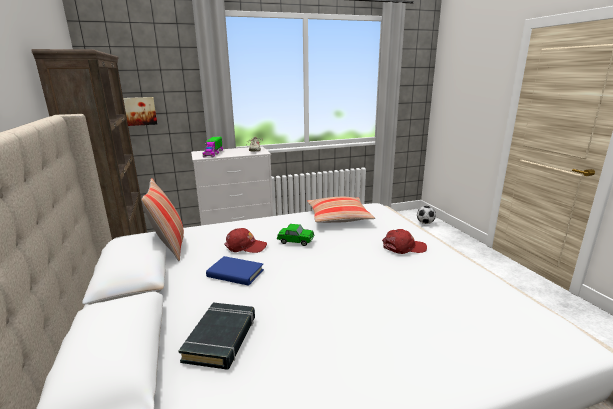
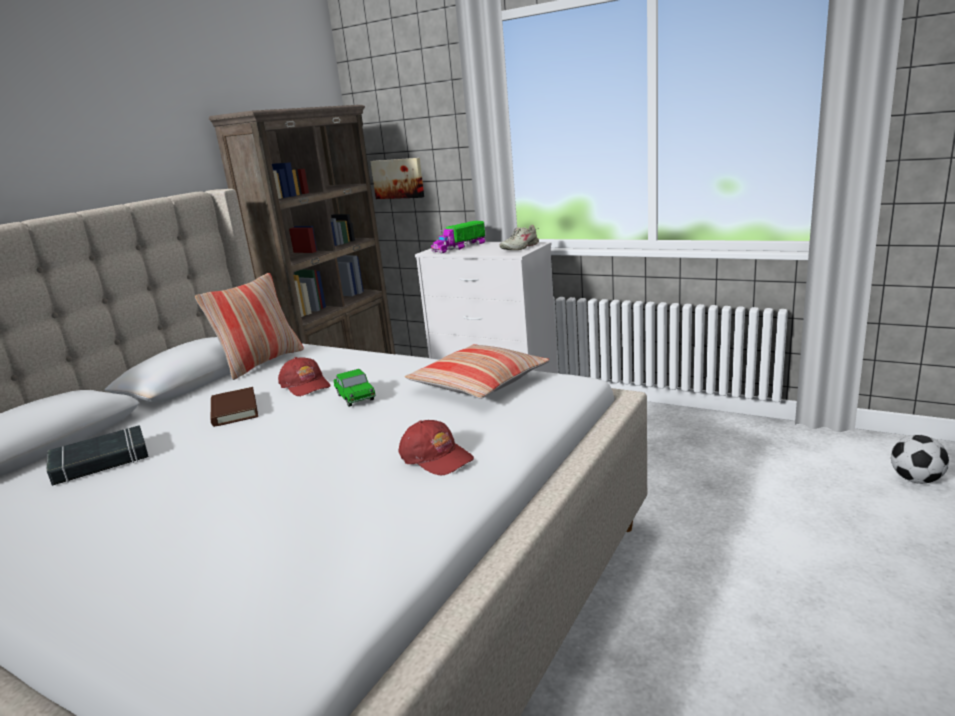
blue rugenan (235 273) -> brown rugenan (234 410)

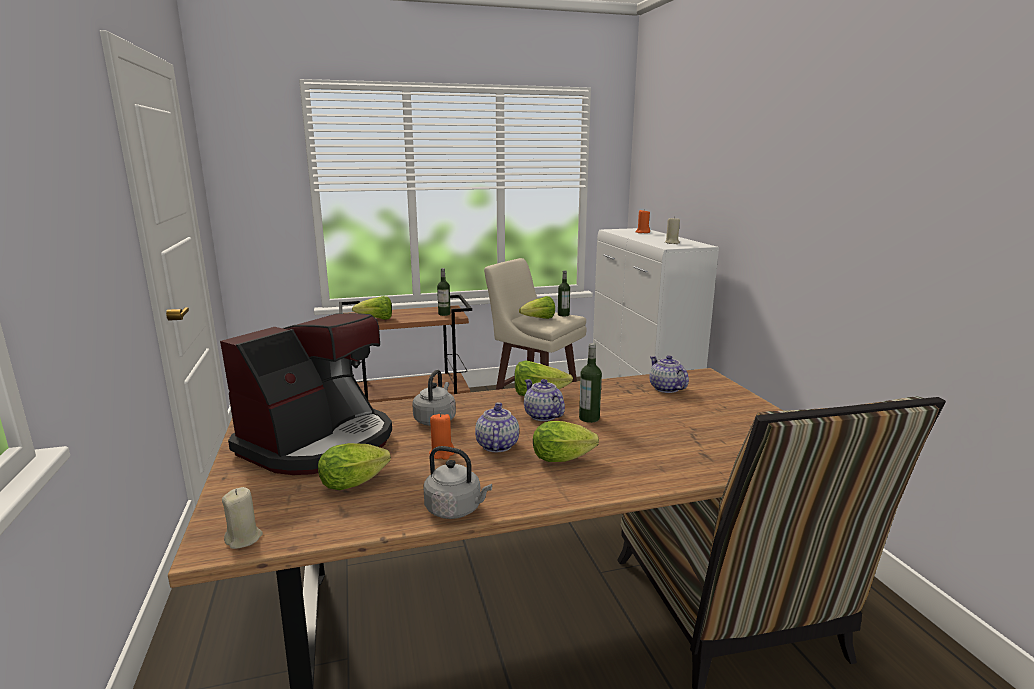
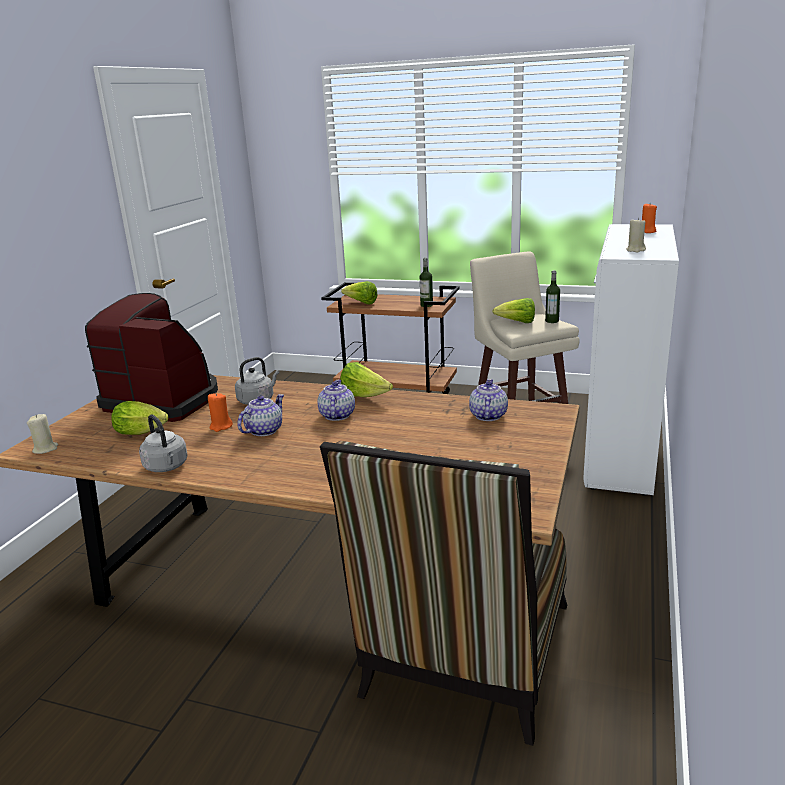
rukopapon (319 443) -> rukopapon (164 400), 135 degrees counterclockwise
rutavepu (565 459) -> none
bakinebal (589 418) -> none

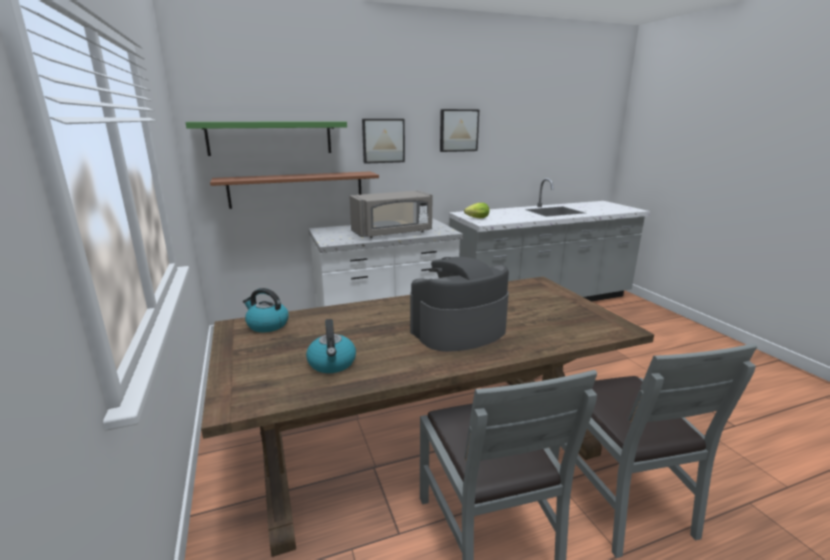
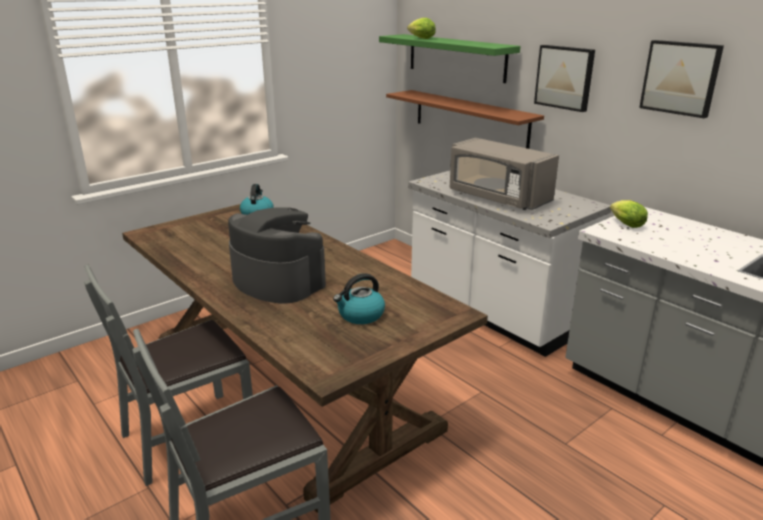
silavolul (332 363) -> silavolul (360 315), shifted
none -> rutavepu (420 38)

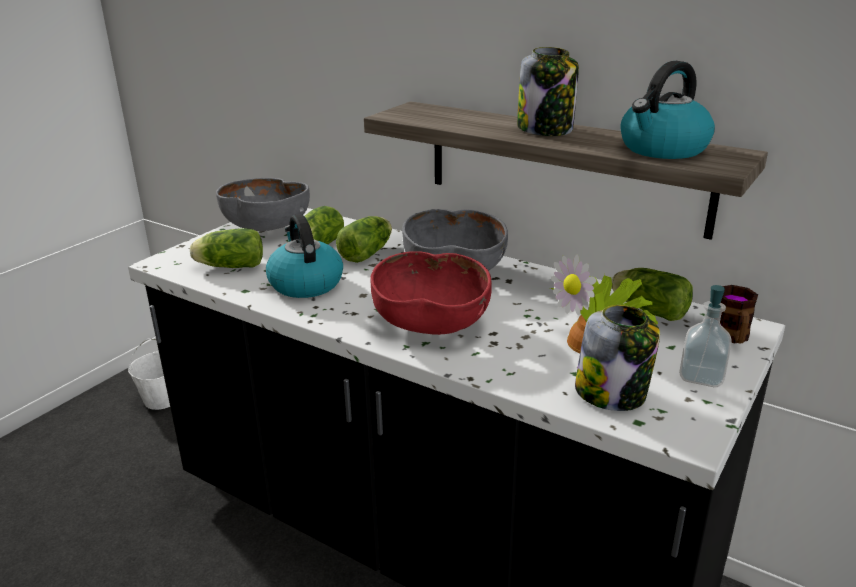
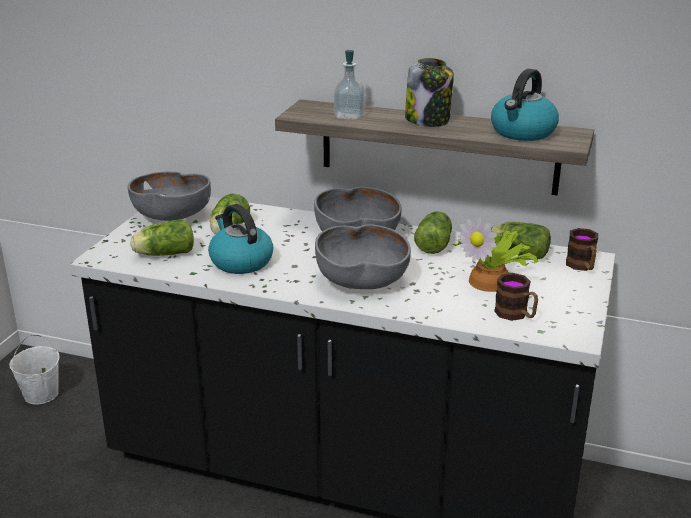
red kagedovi (431 323) -> grey kagedovi (362 281)
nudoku (701 376) -> nudoku (349 116), shifted
rutavepu (368 253) -> rutavepu (434 244), shifted
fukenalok (612 393) -> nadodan (516 315)

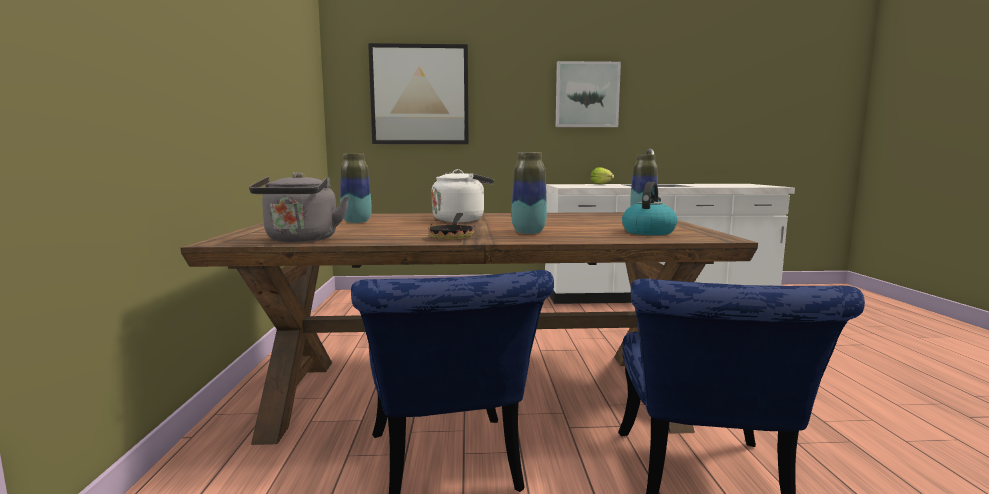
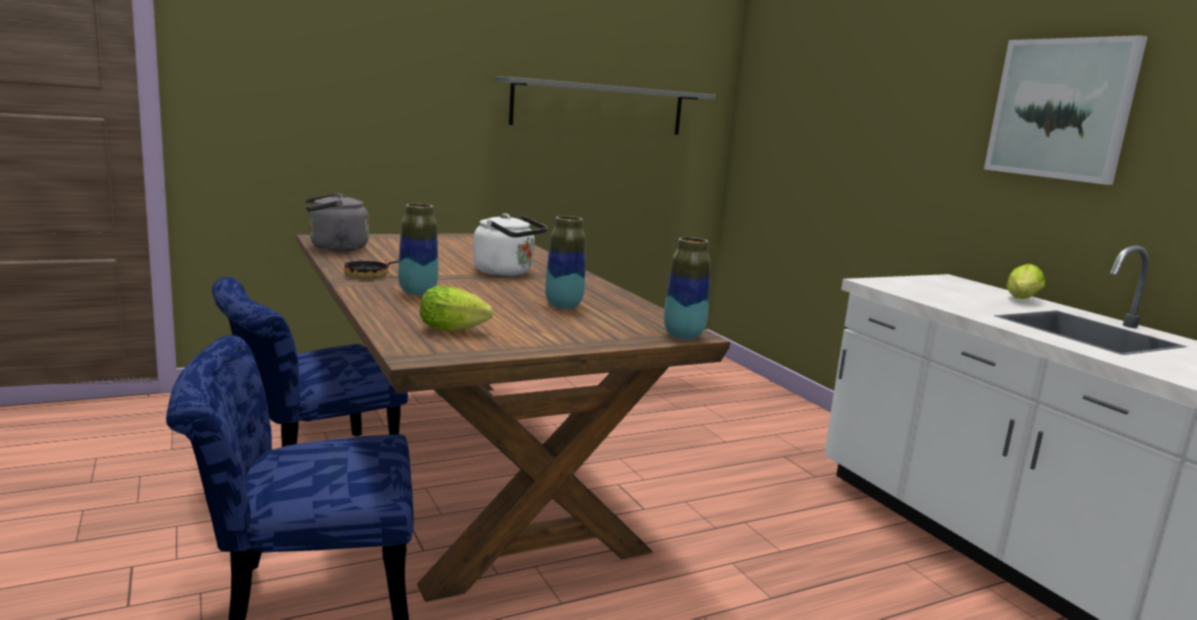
silavolul (648 232) -> rutavepu (456 330)
none -> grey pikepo (599 107)
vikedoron (356 222) -> vikedoron (563 306), shifted
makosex (419 95) -> none

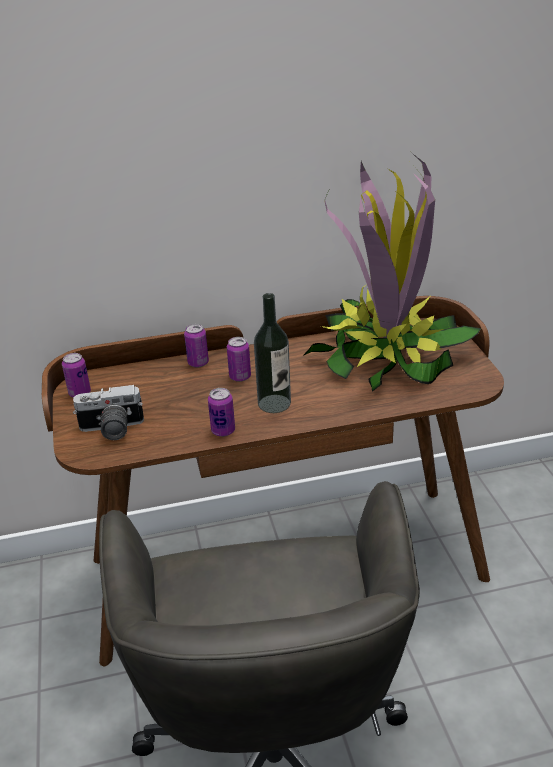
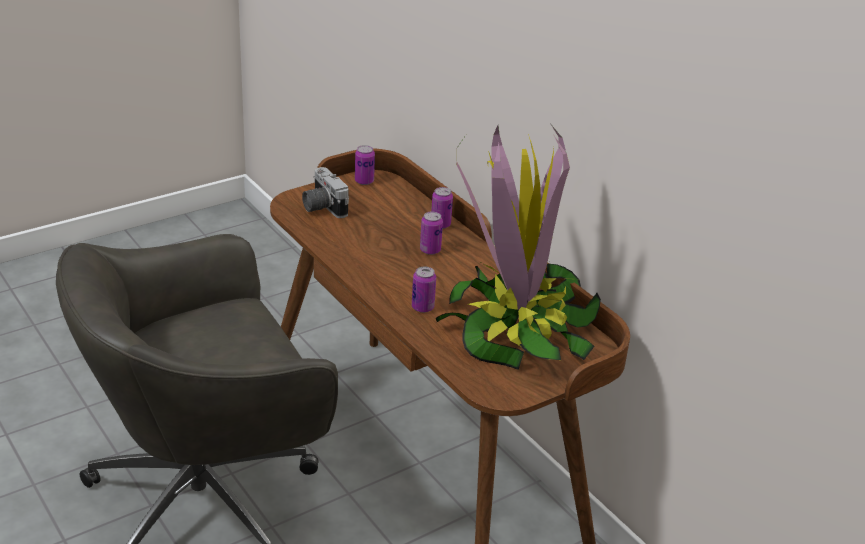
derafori (223 431) -> derafori (422 307), shifted
bakinebal (274 404) -> none

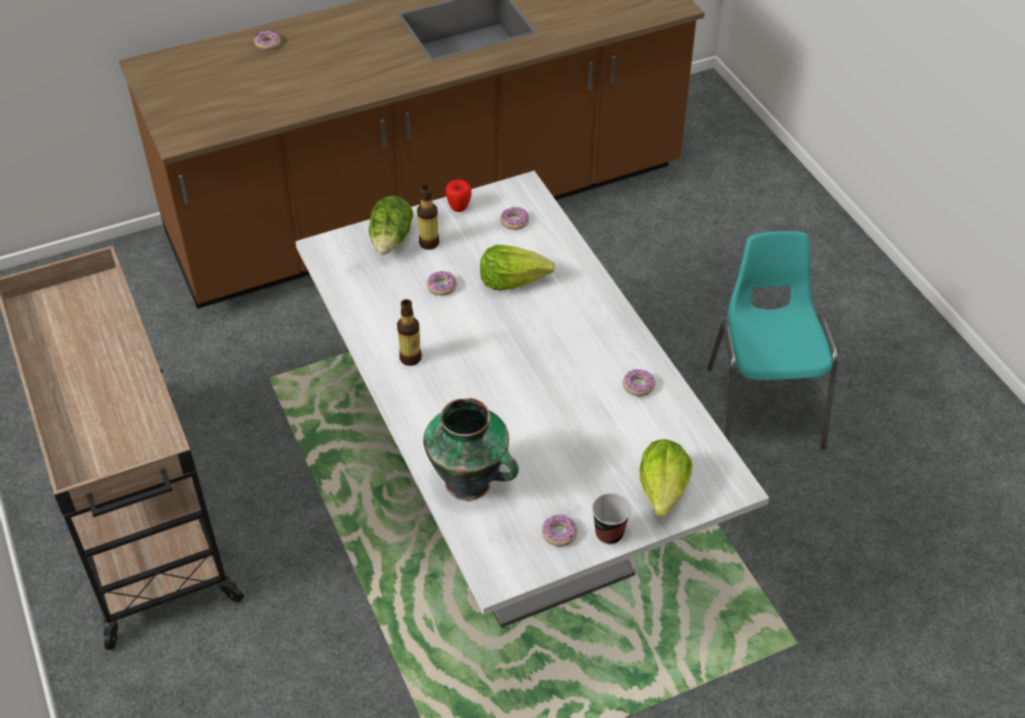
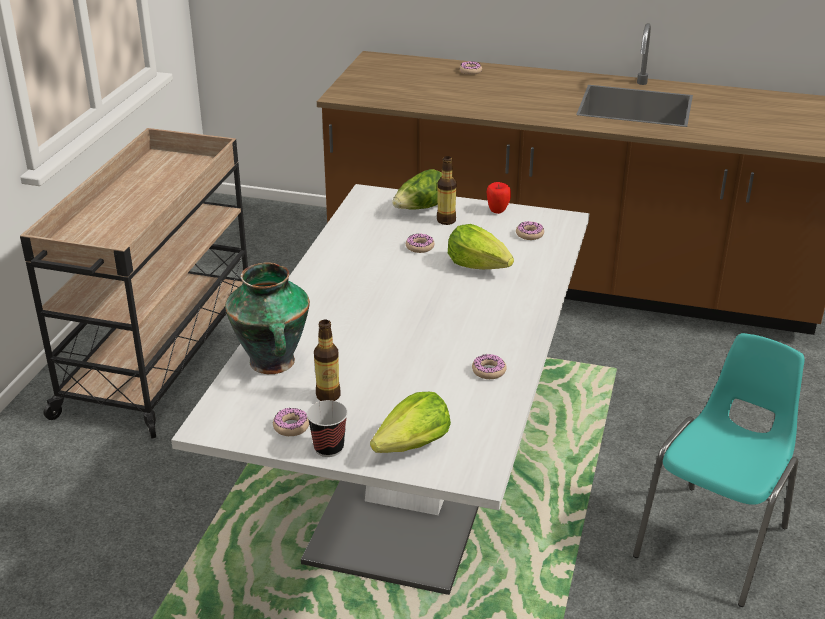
bakinebal (410 358) -> bakinebal (328 395), shifted

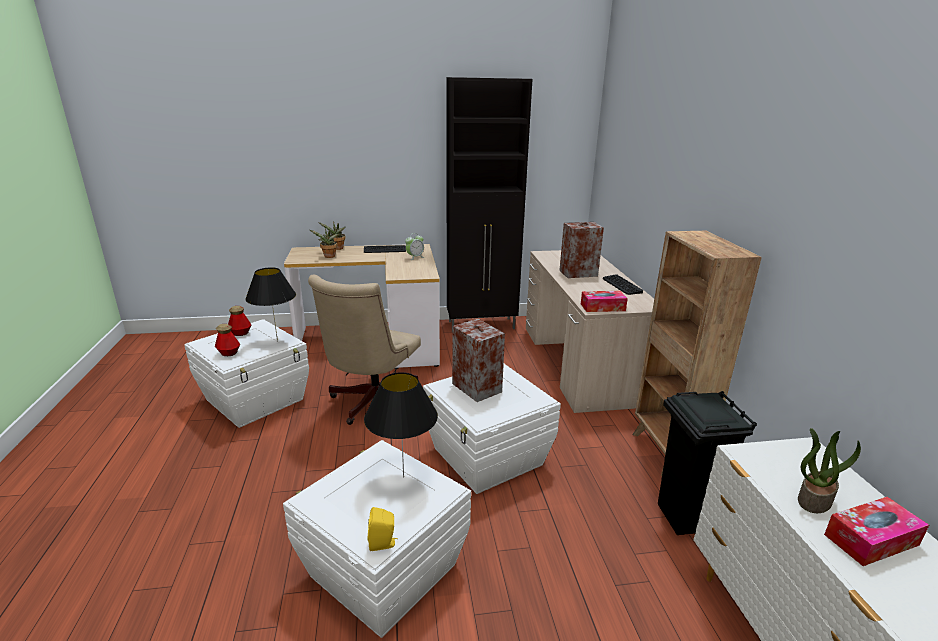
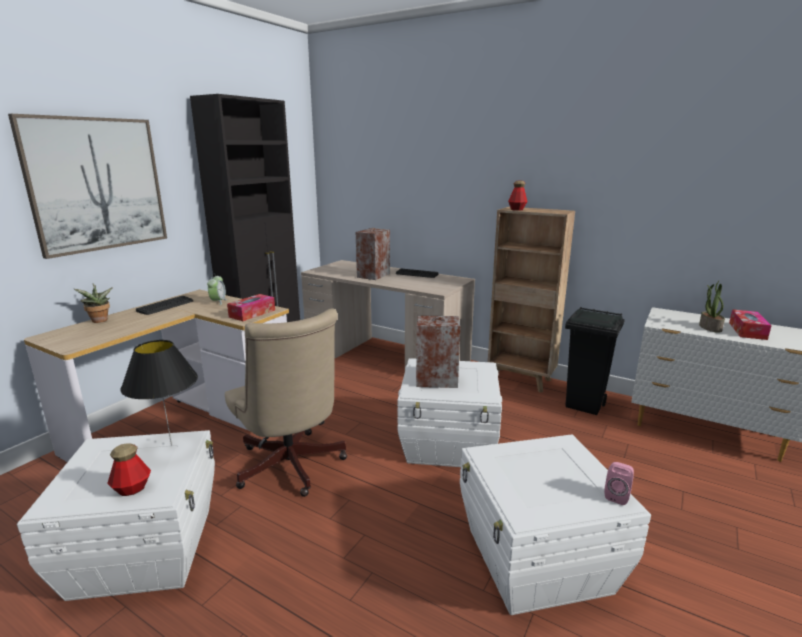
none -> makosex (97 184)
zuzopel (602 307) -> zuzopel (252 313), shifted
bakinebal (240 333) -> bakinebal (517 209), shifted
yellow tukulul (383 544) -> pink tukulul (617 495)
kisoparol (328 257) -> none
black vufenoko (403 477) -> none

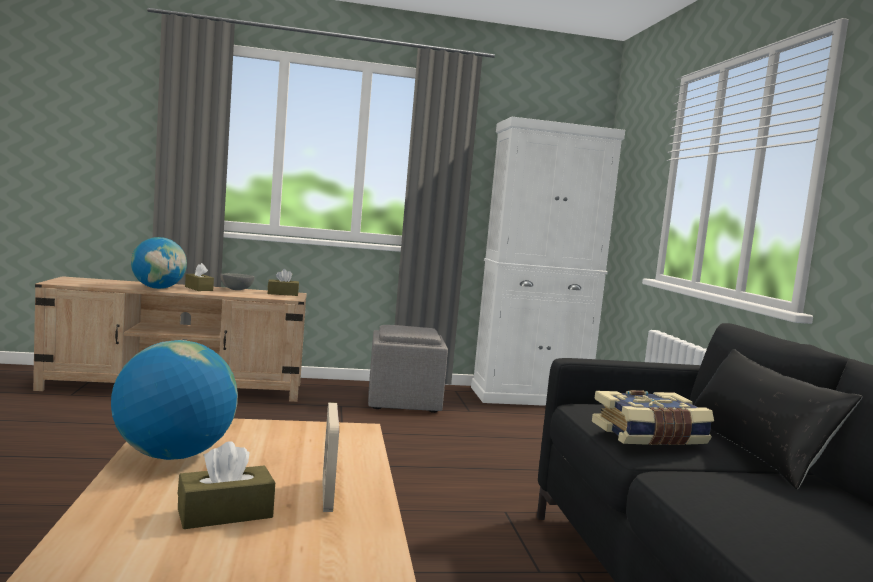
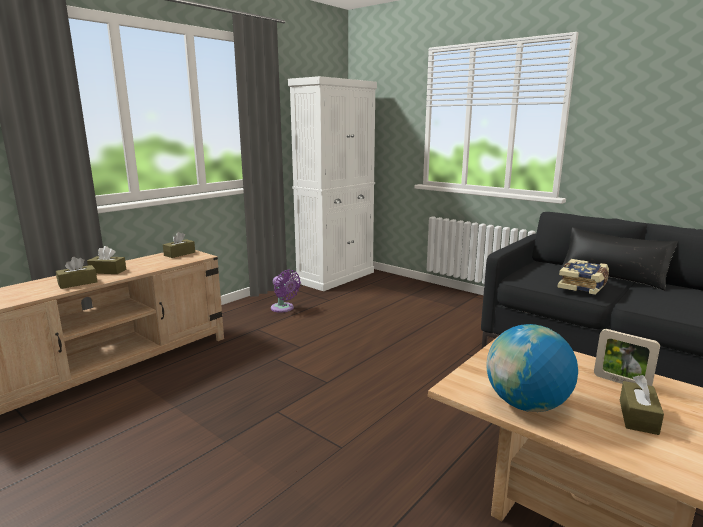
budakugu (158 288) -> brown zuzopel (77 283)
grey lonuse (404 401) -> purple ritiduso (284 308)
grey kagedovi (235 290) -> none

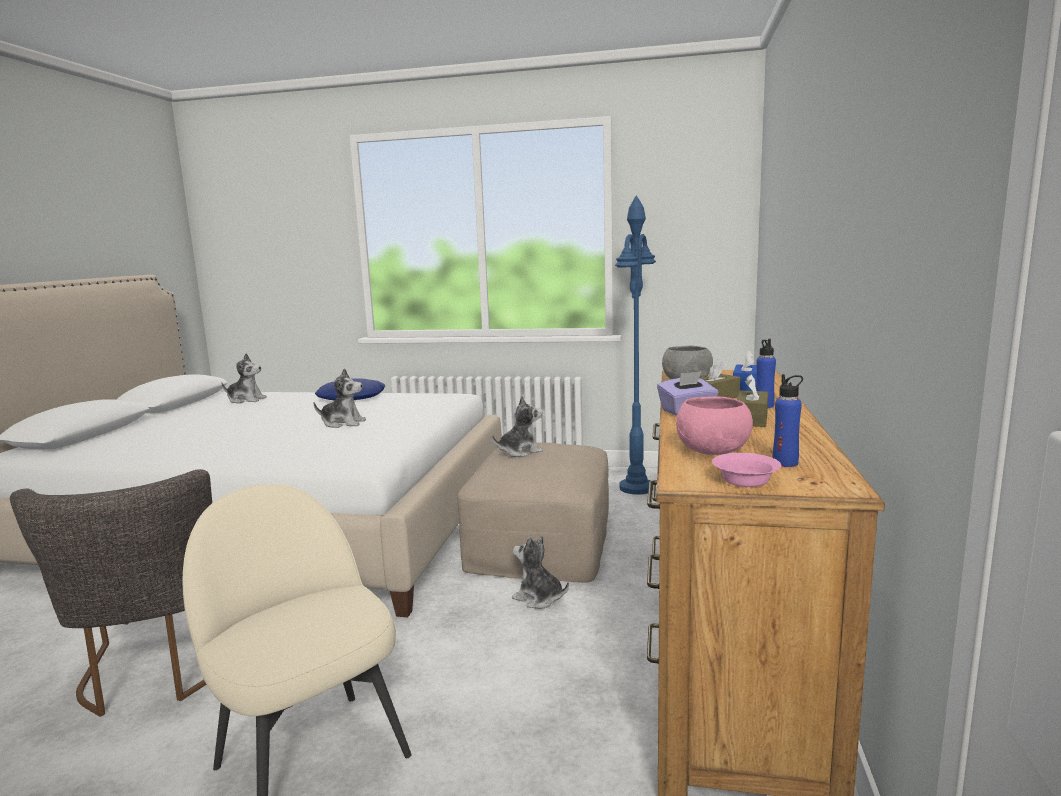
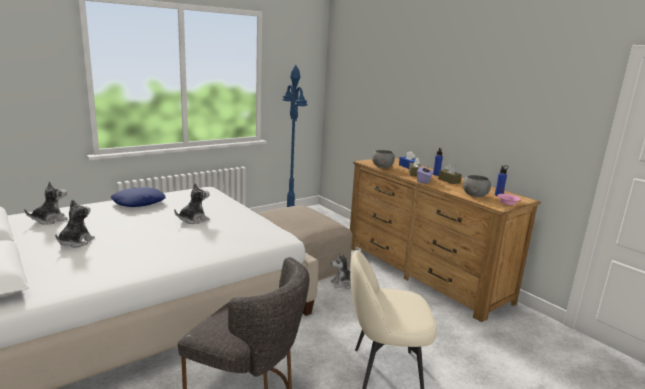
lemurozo (519 452) -> lemurozo (75 242), shifted
pink kagedovi (713 451) -> grey kagedovi (475 195)

